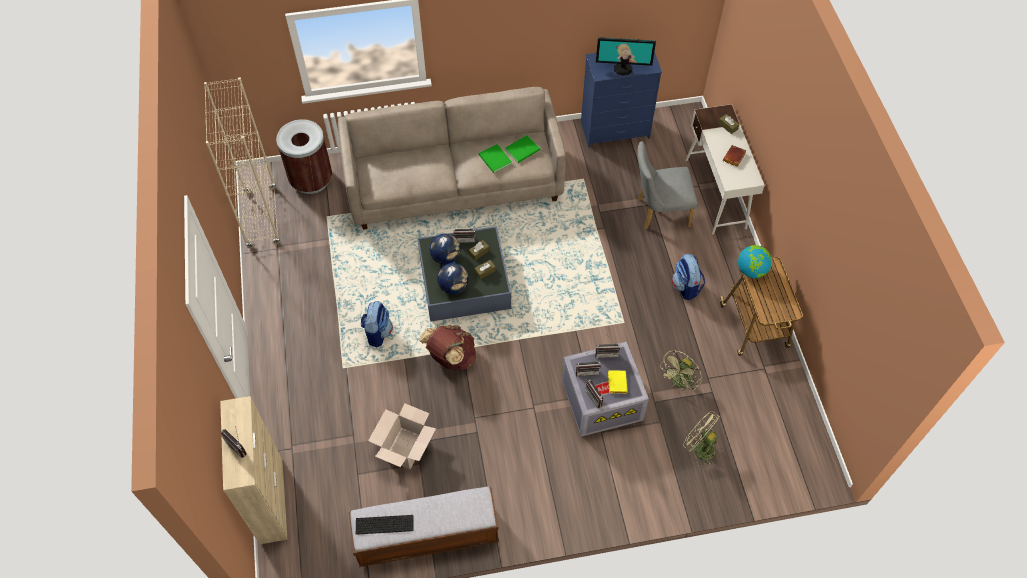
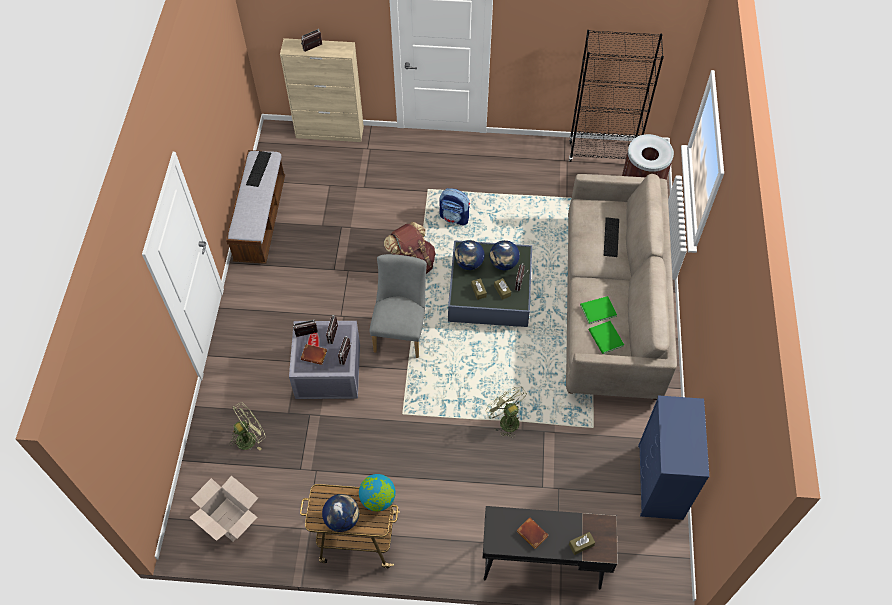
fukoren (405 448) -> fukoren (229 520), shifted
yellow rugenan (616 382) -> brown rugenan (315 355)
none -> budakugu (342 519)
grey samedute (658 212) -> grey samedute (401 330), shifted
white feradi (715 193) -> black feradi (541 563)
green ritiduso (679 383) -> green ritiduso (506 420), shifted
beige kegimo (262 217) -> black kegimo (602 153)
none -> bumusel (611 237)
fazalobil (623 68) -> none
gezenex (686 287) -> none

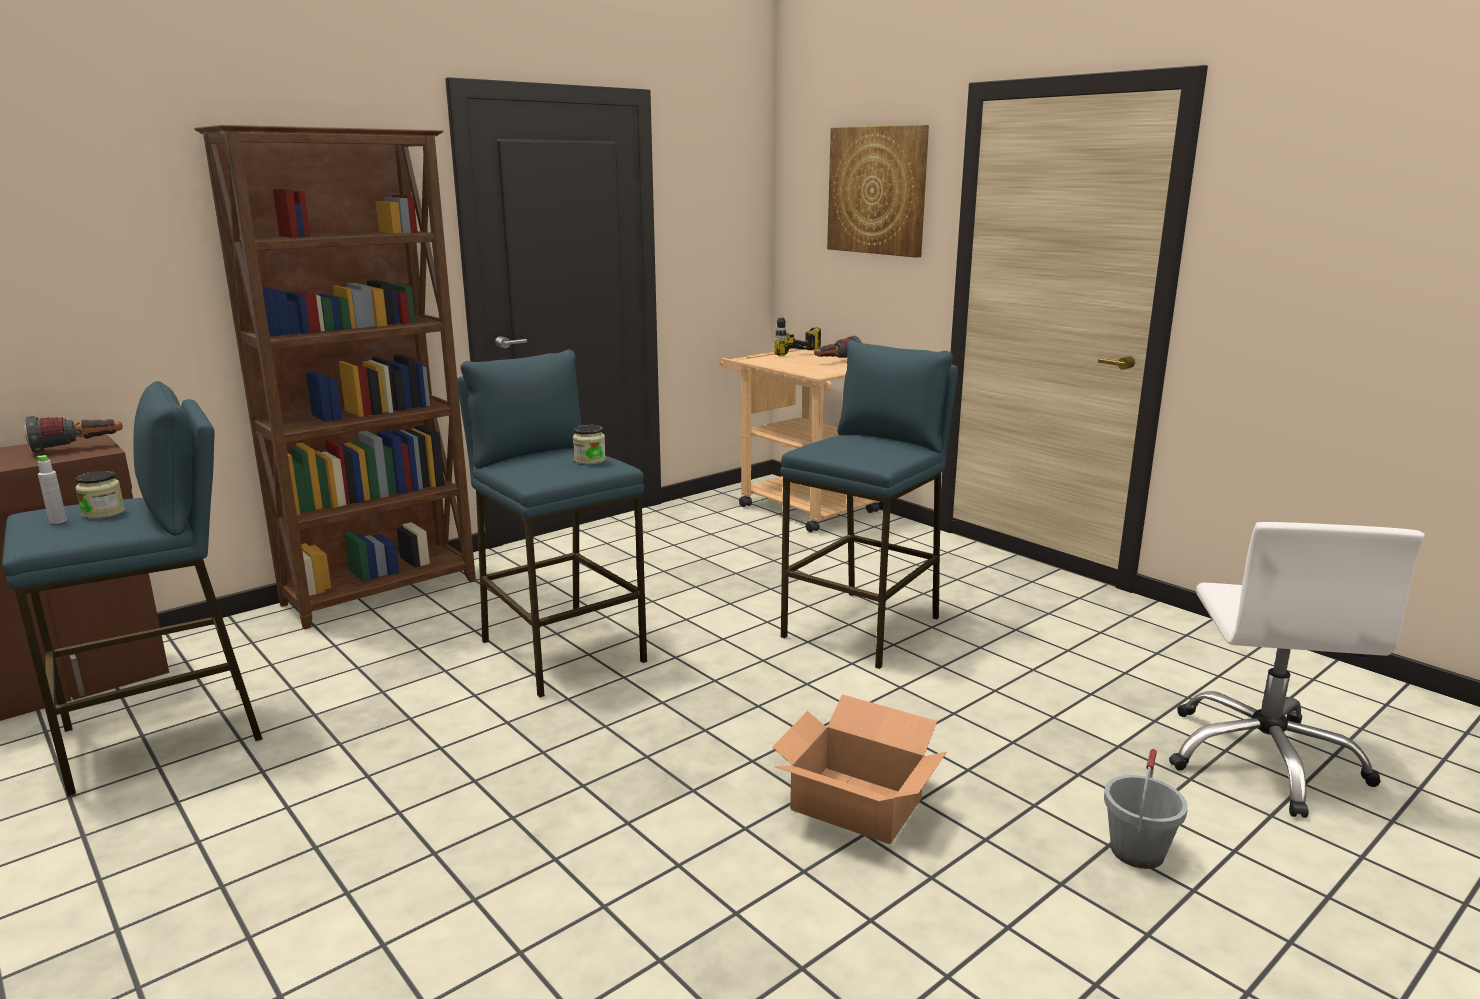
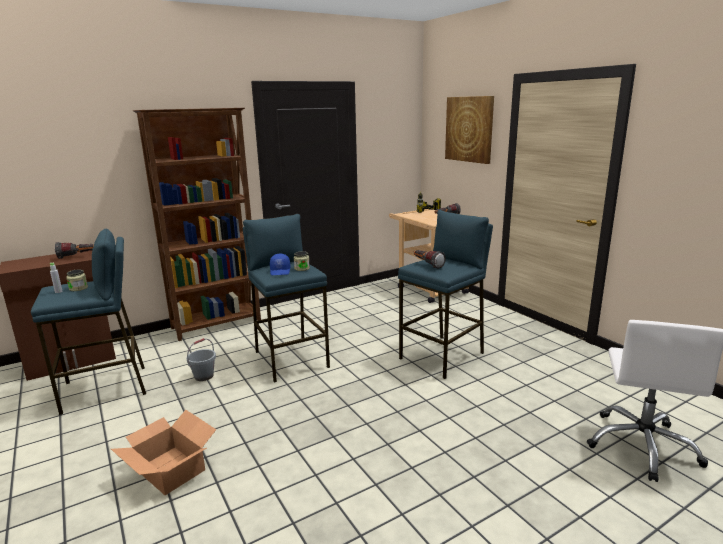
fukoren (855 803) -> fukoren (170 469), shifted
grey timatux (1137 852) -> grey timatux (204 376), shifted
none -> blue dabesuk (280 271)
none -> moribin (427 264)

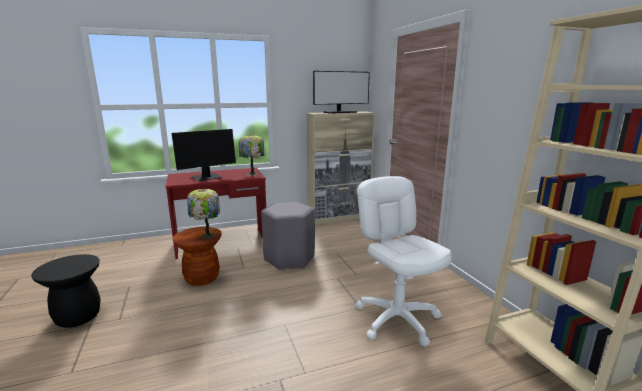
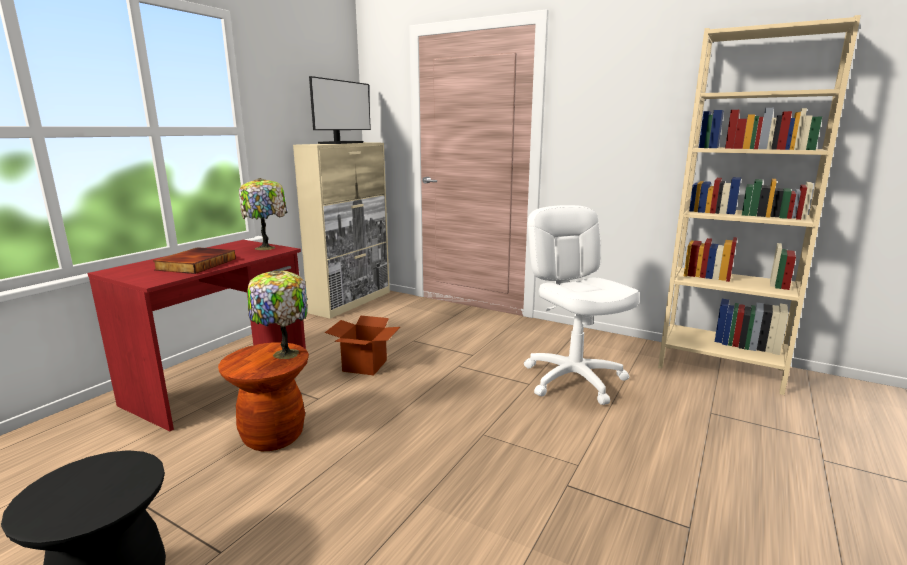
fazalobil (206 177) -> rugenan (195 264)
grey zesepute (289 258) -> fukoren (364 365)
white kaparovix (397 319) -> white kaparovix (574 379), 45 degrees clockwise

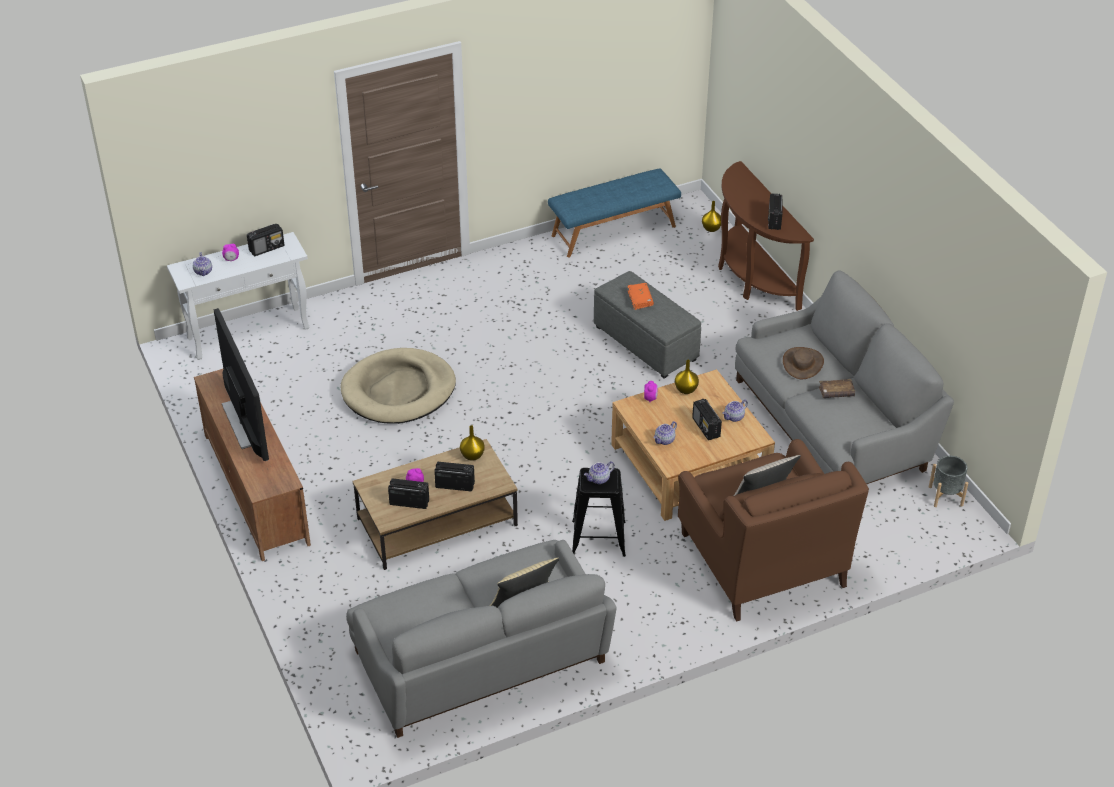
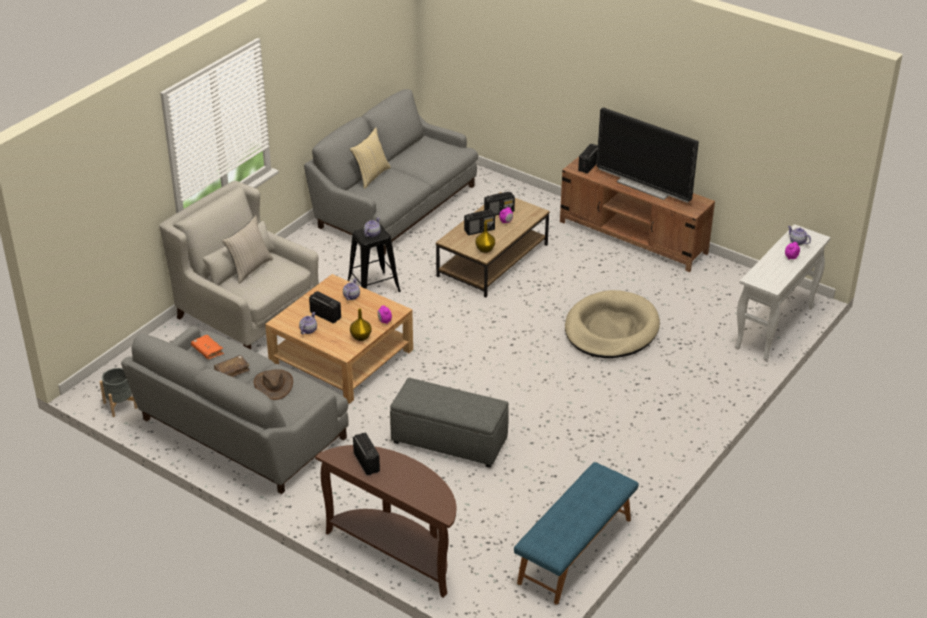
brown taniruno (762 559) -> white taniruno (247 314)
orange rugenan (640 299) -> orange rugenan (207 351), shifted
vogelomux (267 248) -> vogelomux (588 166), shifted
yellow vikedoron (711 228) -> none

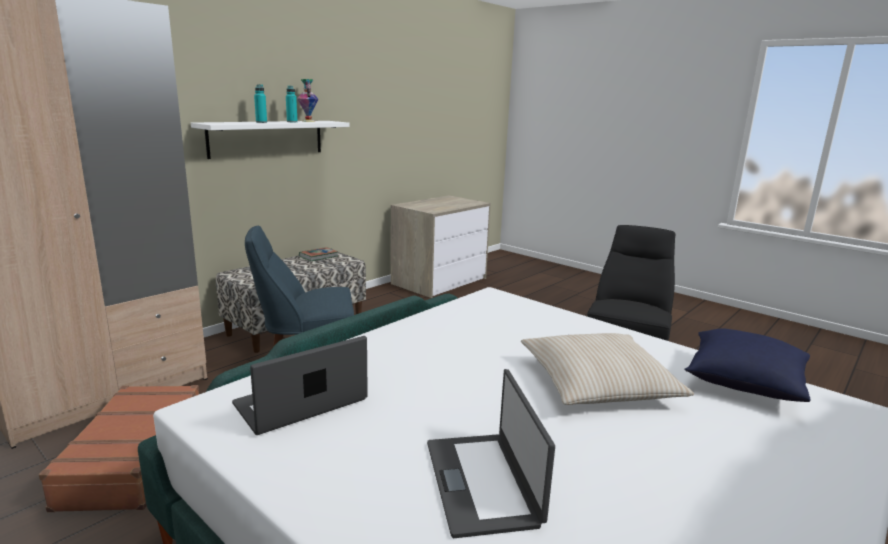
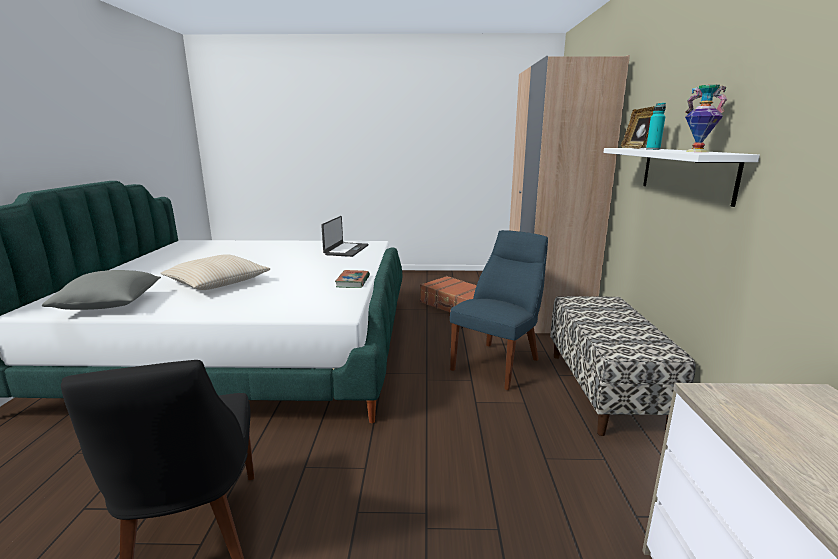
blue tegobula (743 383) -> grey tegobula (110 305)
rugenan (318 256) -> rugenan (353 281), shifted
none -> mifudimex (635 148)
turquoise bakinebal (292 122) -> none
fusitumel (483 482) -> none

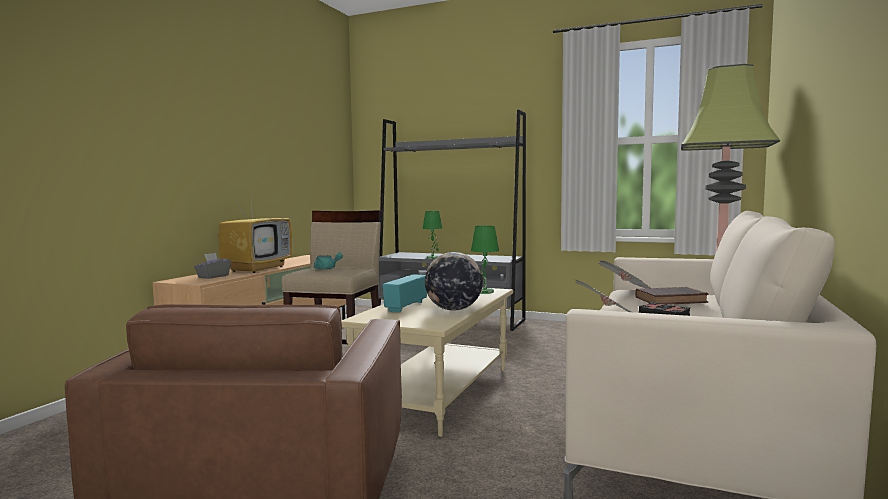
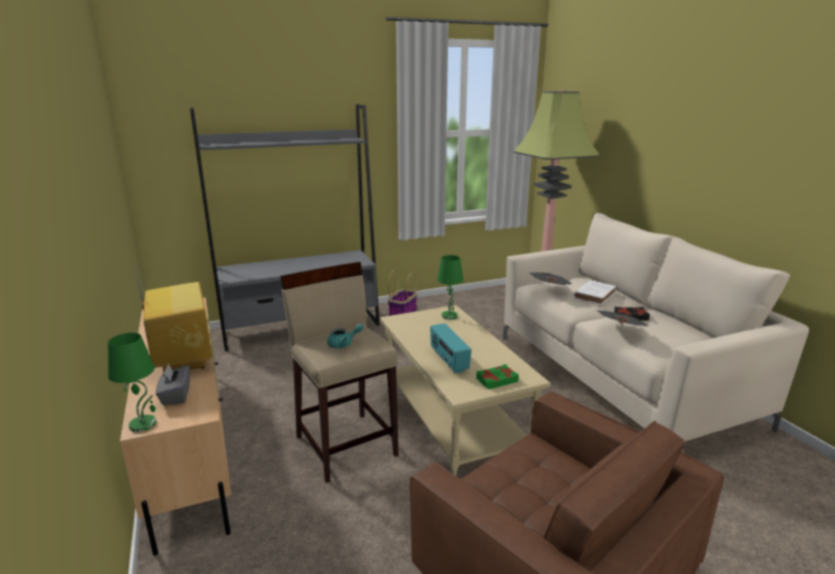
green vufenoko (433 257) -> green vufenoko (144 424), shifted
none -> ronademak (403 313)
none -> green rugenan (496 380)
brown rugenan (672 300) -> white rugenan (595 294)
budakugu (453 309) -> none

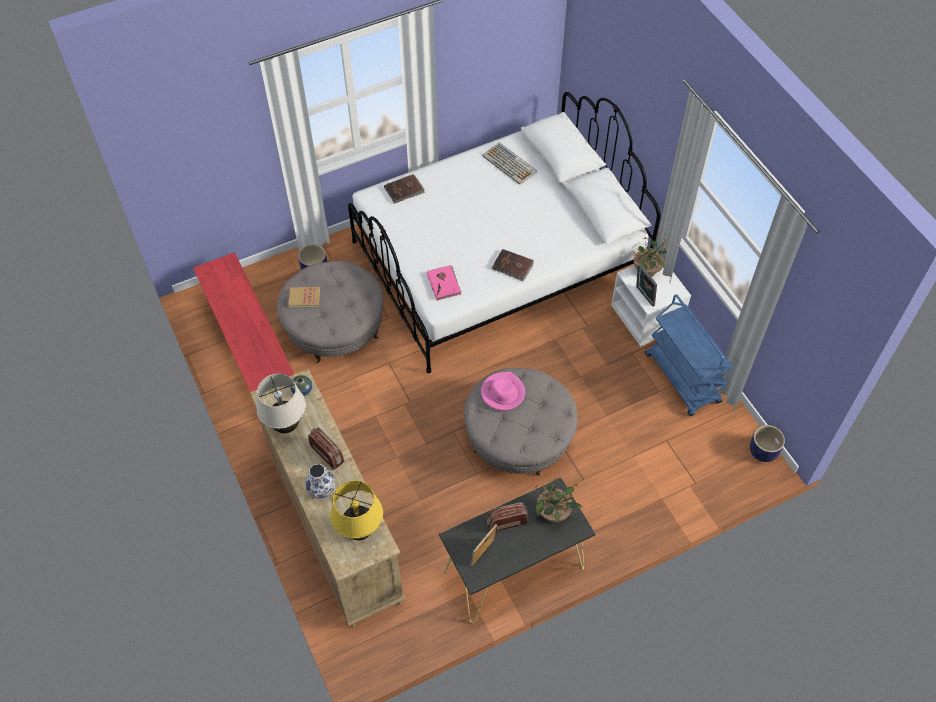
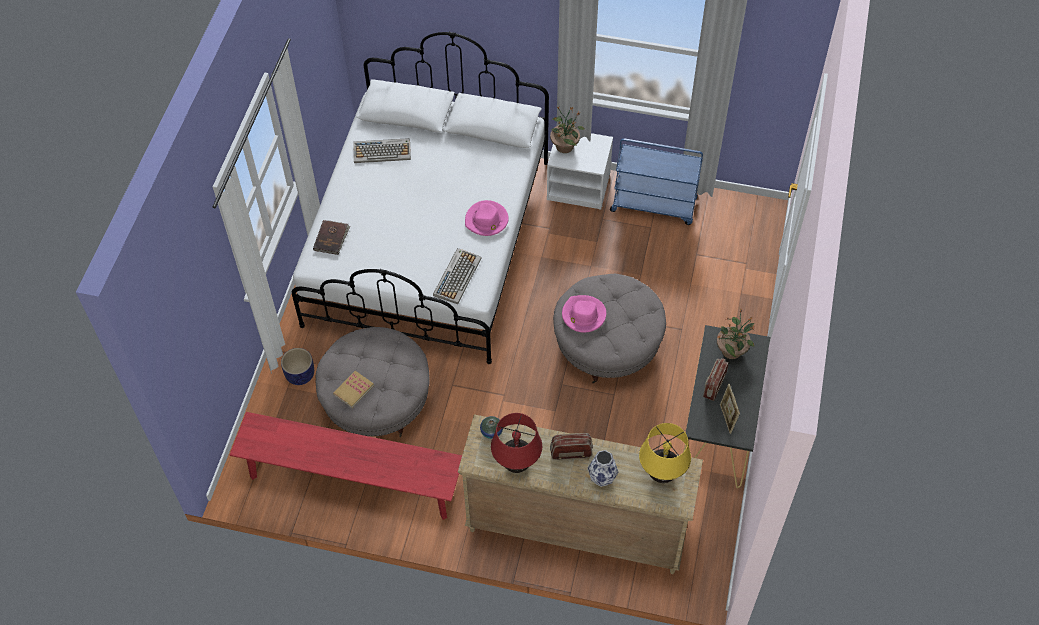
pink rugenan (444 283) -> bumusel (457 276)
brown rugenan (512 266) -> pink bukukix (486 220)
beige vufenoko (286 426) -> red vufenoko (517 465)
mifudimex (643 297) -> none
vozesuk (763 452) -> none

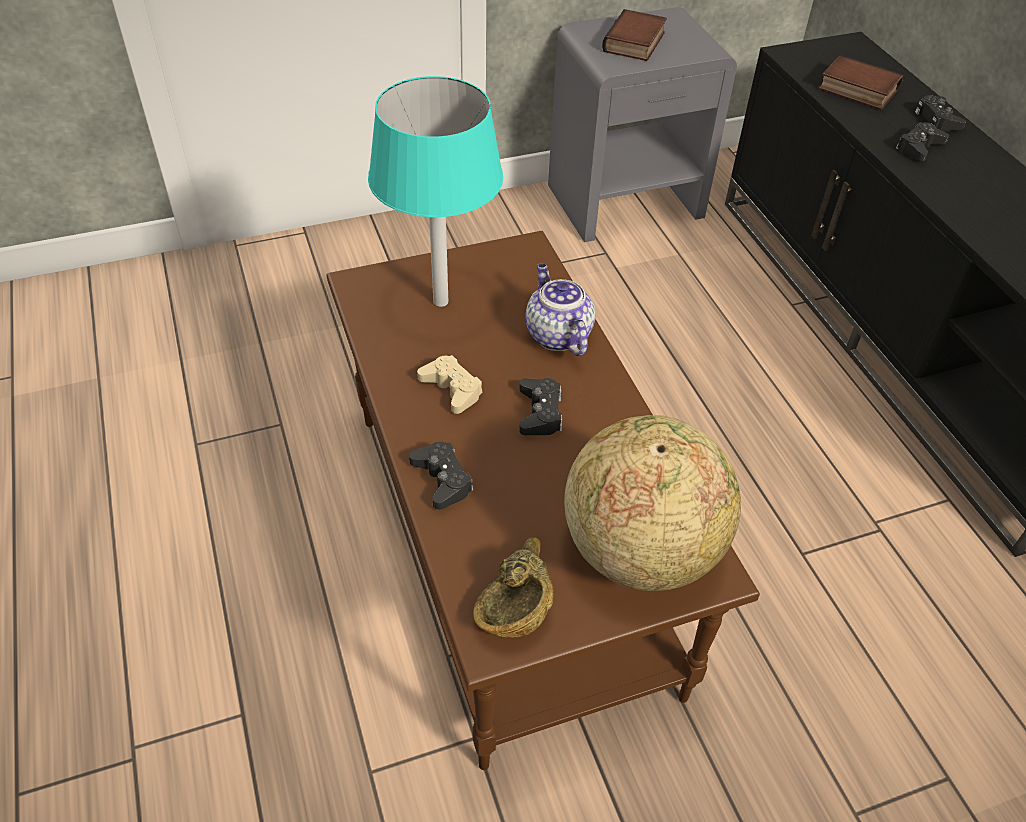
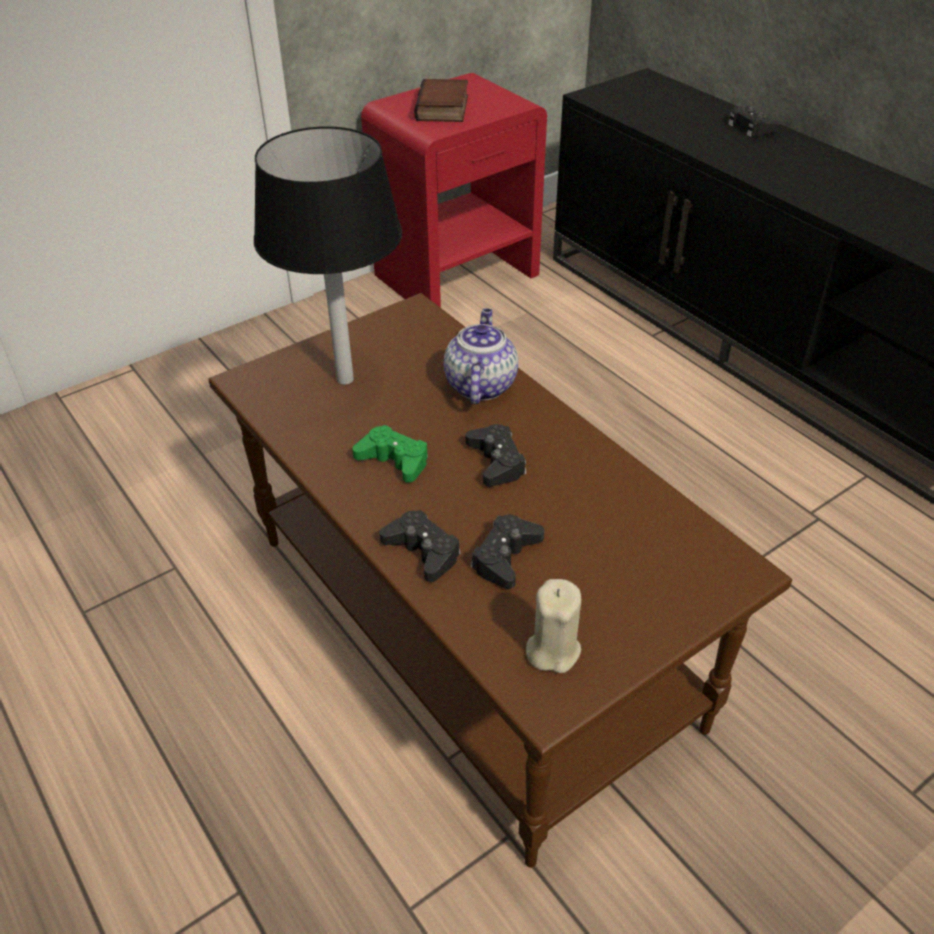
turquoise vufenoko (440 301) -> black vufenoko (344 379)
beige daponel (452 389) -> green daponel (394 460)
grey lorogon (626 201) -> red lorogon (457 274)
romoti (557 334) -> romoti (480 384), 45 degrees clockwise
black daponel (919 147) -> black daponel (505 557), shifted
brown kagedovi (515 598) -> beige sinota (552 650)
budakugu (640 550) -> none
rugenan (856 90) -> none

